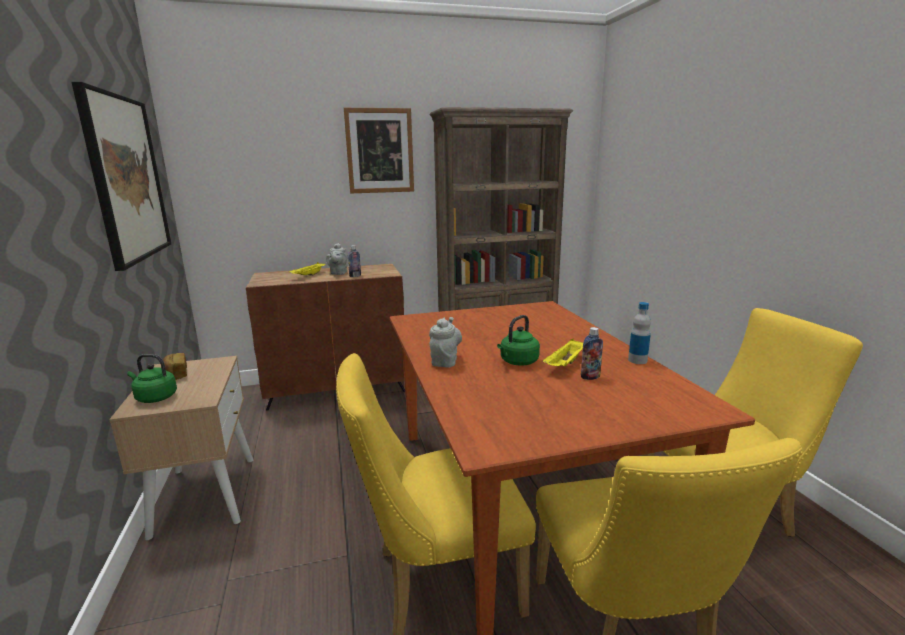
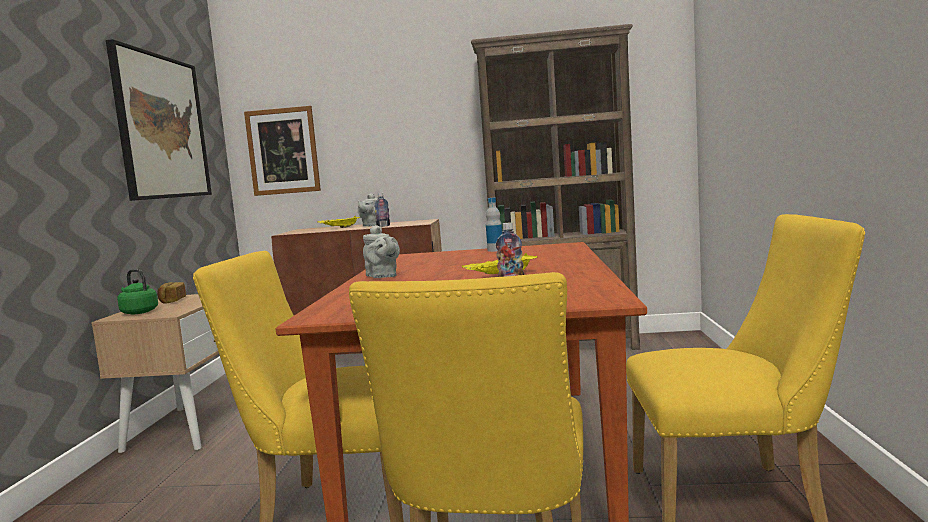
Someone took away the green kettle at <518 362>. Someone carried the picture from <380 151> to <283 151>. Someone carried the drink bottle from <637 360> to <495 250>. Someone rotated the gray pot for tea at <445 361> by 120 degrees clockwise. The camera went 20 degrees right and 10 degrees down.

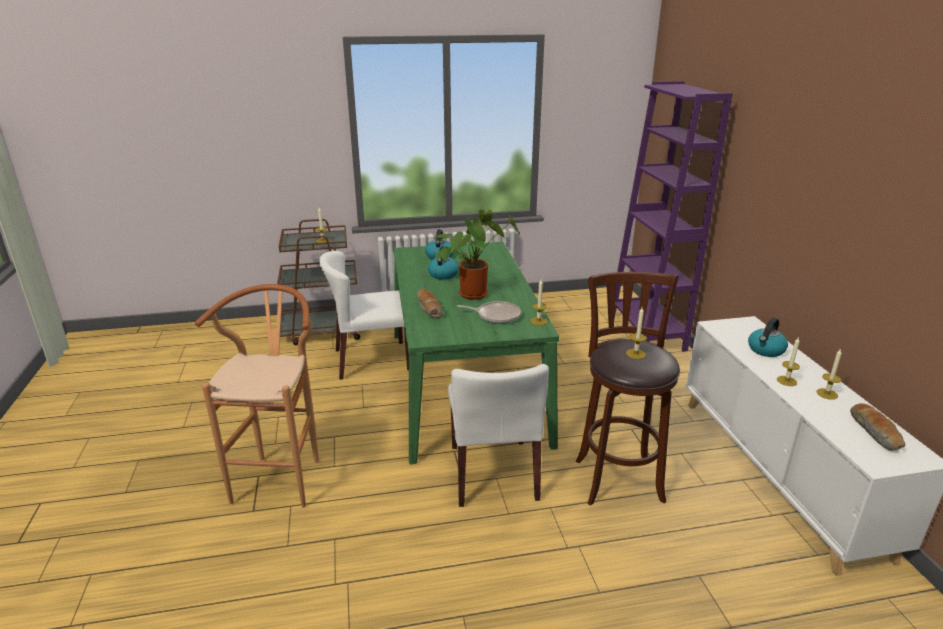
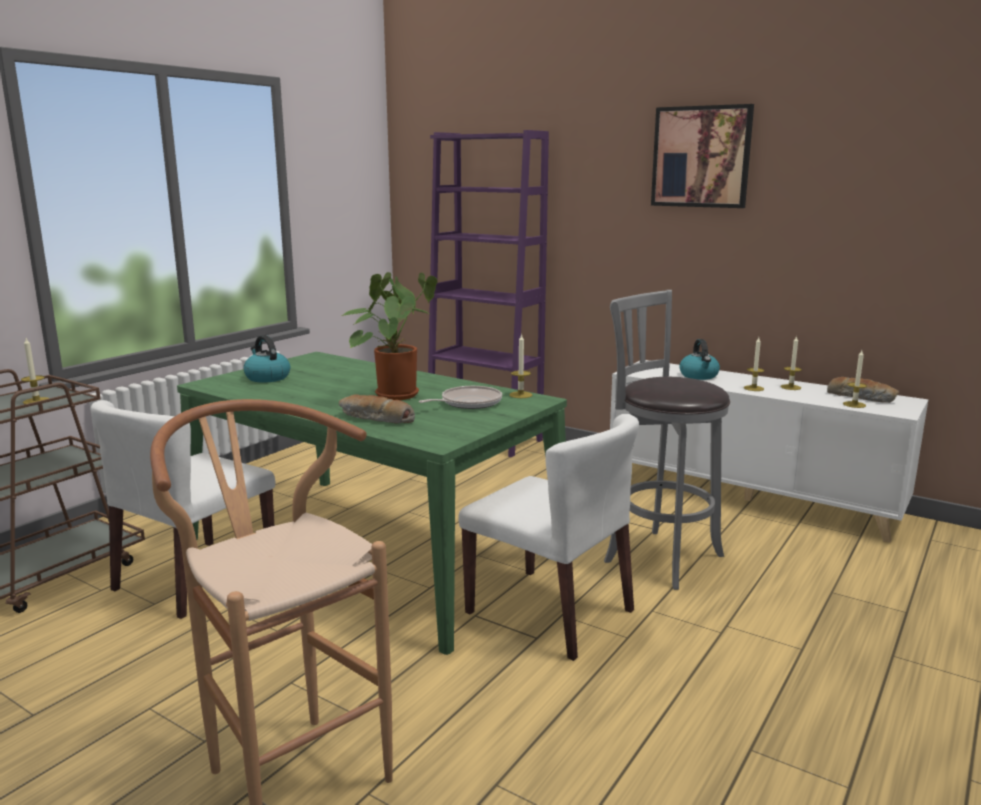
Someone took away the kettle at <443 274>. Someone put up the picture at <701 157>. Someone carried the wax light from <635 354> to <854 404>. Someone repainted the brown stool at <617 476>, which became the gray stool at <658 556>. The camera went 45 degrees left and 10 degrees down.

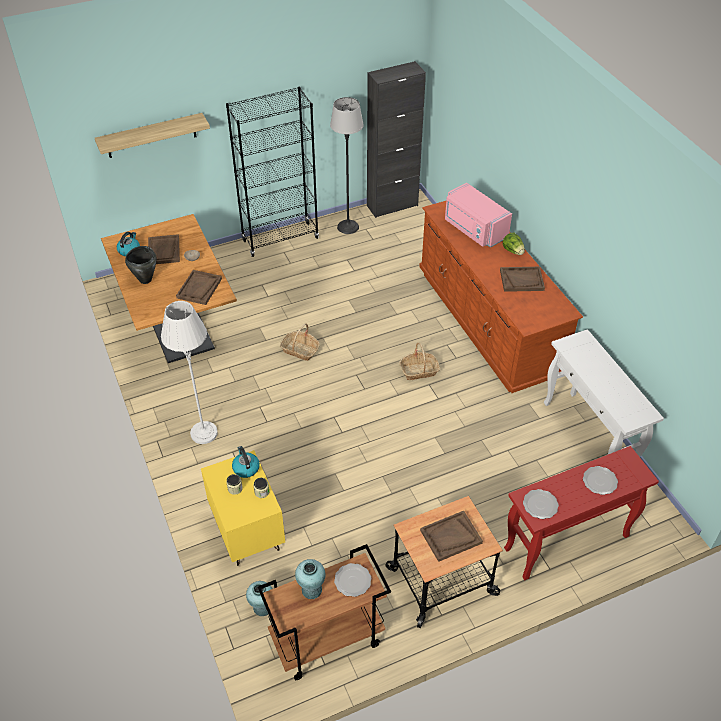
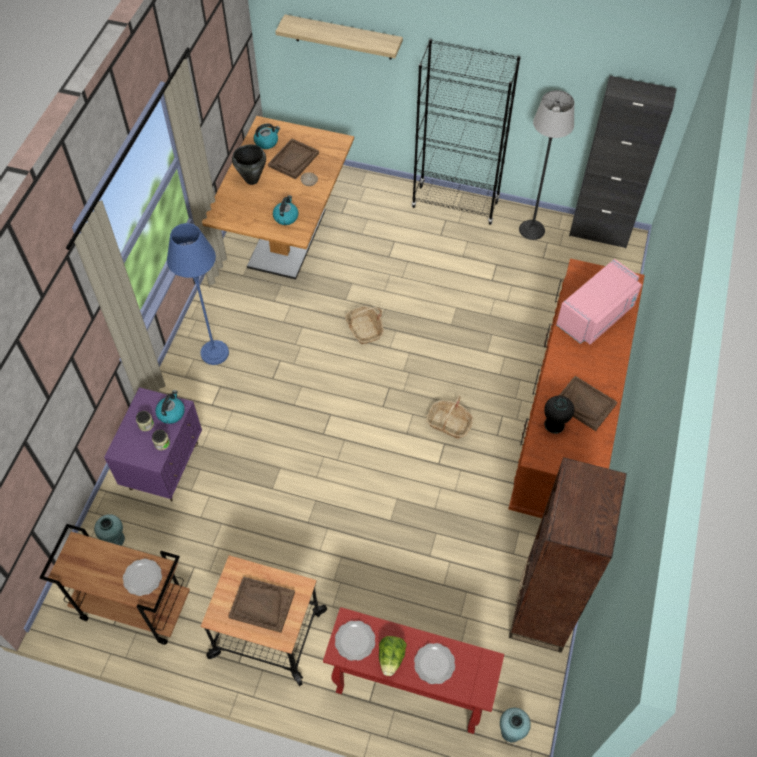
Someone put down the blackish vase at <554 424>. Someone carried the turquoise vase from <311 590> to <511 731>. Someone carried the head of lettuce from <513 251> to <391 658>. Someone swapped the brown carrying tray at <199 288> for the kettle at <286 217>. Someone swapped the whitish console table at <589 437> for the brown bookshelf at <541 609>. Someone repainted the gray standing lamp at <204 433>, which became the blue-coloured standing lamp at <214 353>. Someone repainted the yellow-coloured bedside table at <247 532>, which became the purple bedside table at <164 466>. Someone rotated the pinkish kitchen microwave at <474 229> by 135 degrees counterclockwise. The camera went 40 degrees right and 10 degrees up.

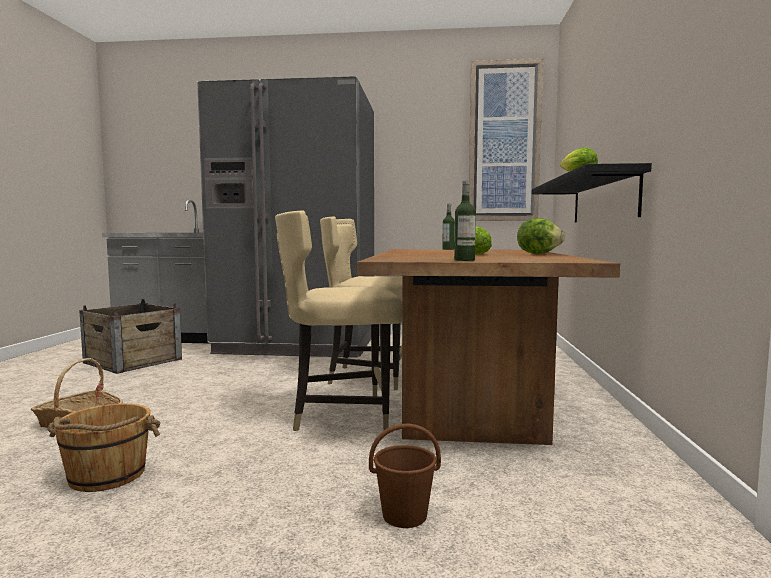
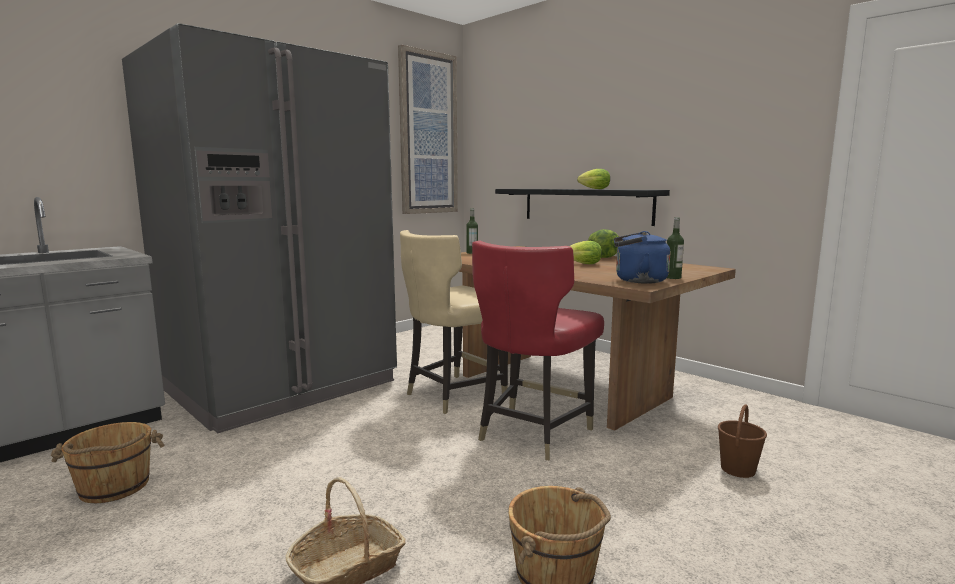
Someone put down the blue-coloured kettle at <637 281>. Someone swapped the crate at <132 361> for the brown water bucket at <114 487>. Someone repainted the sand-coloured plain chair at <340 414>, which became the reddish plain chair at <532 432>. The camera went 50 degrees left and 5 degrees up.

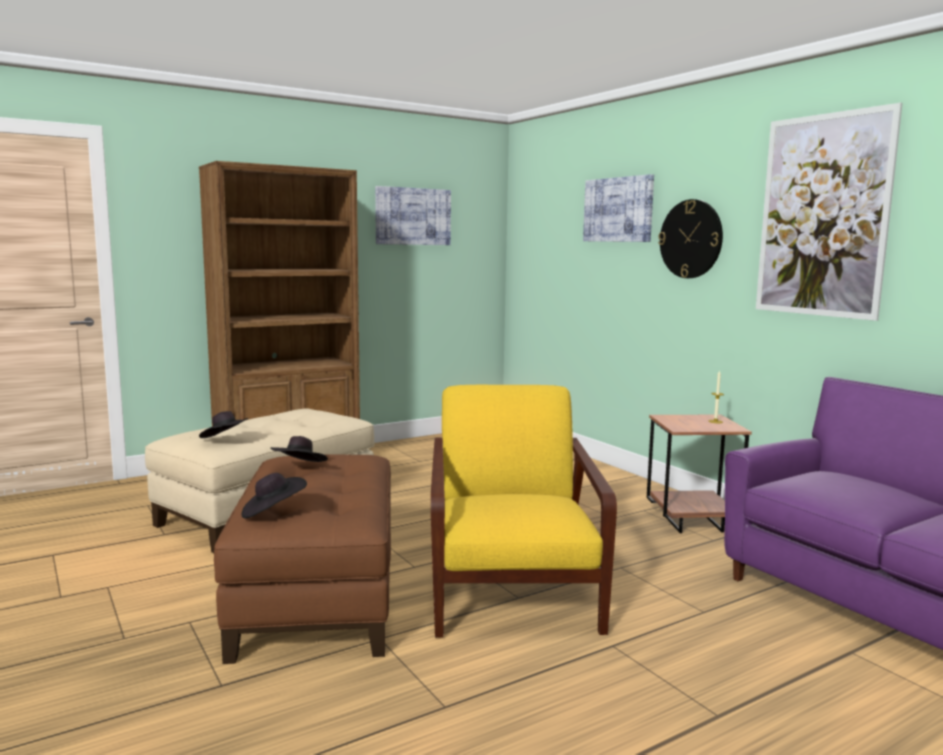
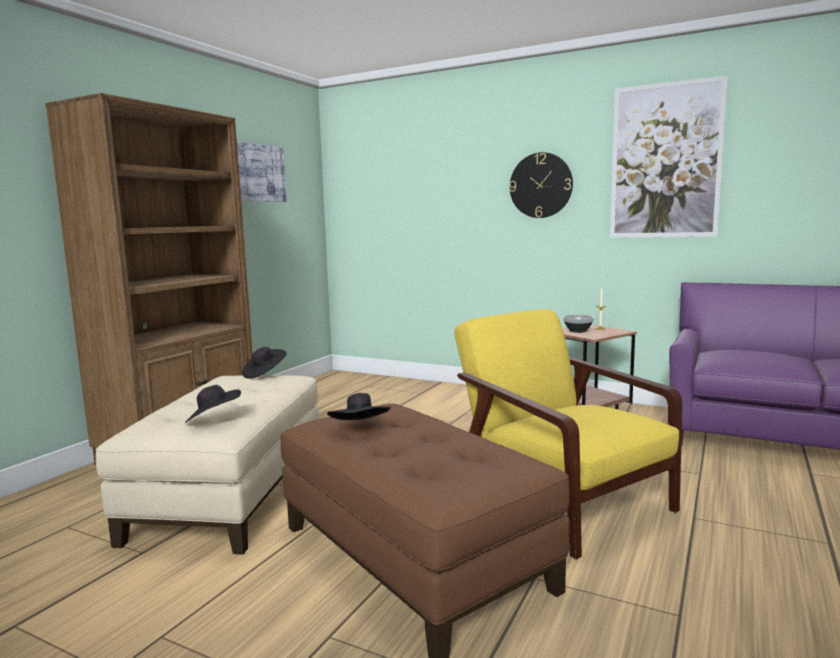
Someone took away the picture at <618 209>. Someone put down the serving bowl at <578 331>. Someone carried the blackish wearable hat from <273 512> to <264 374>. The camera went 30 degrees left and 0 degrees up.

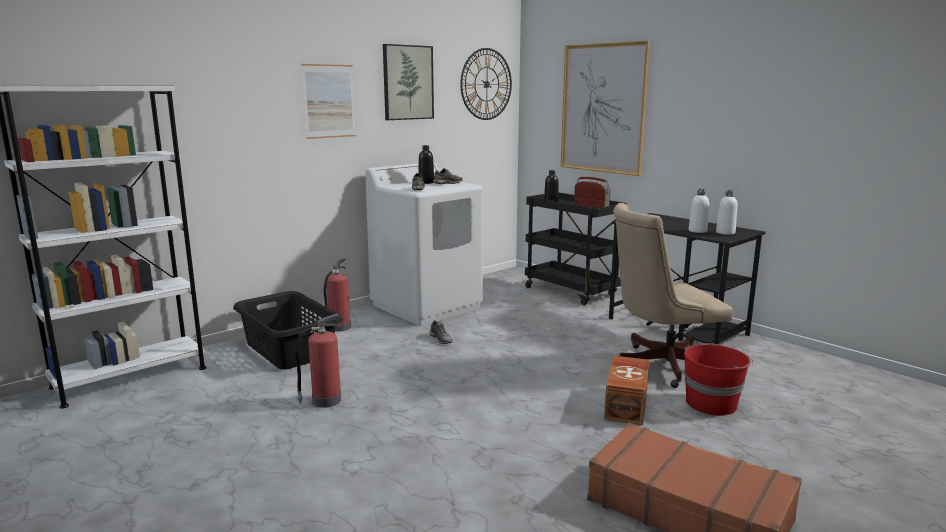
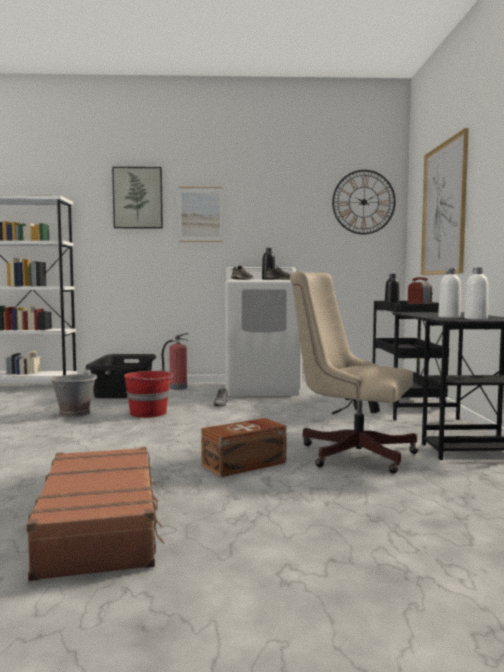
Someone carried the picture from <407 82> to <138 198>. Someone carried the reddish water bucket from <712 403> to <149 413>. Someone swapped the extinguisher at <325 401> for the gray water bucket at <75 413>. The camera went 40 degrees right and 10 degrees down.

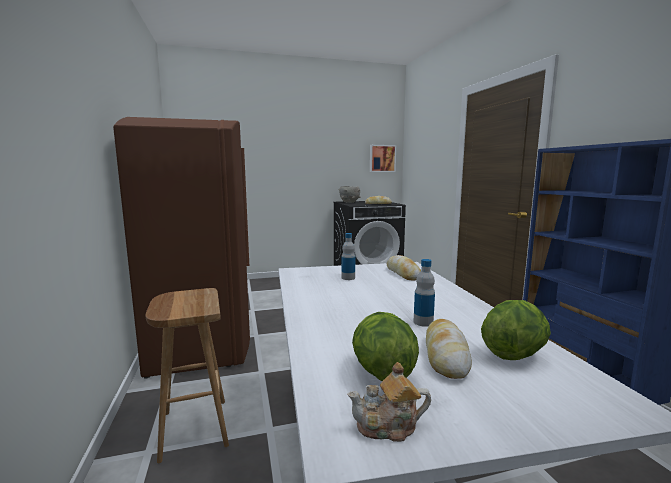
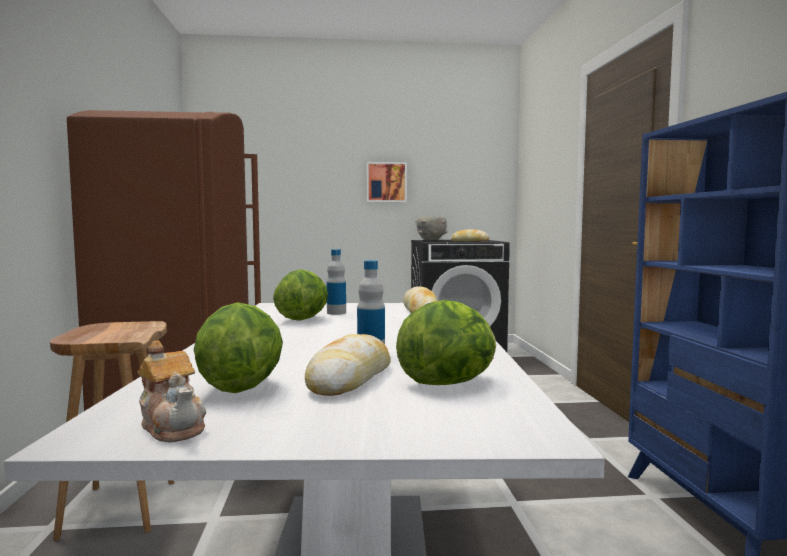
Someone put down the head of lettuce at <302 319>. Someone carried the picture from <382 158> to <386 182>. Someone rotated the pot for tea at <388 427> by 135 degrees counterclockwise. The camera went 10 degrees right and 5 degrees down.

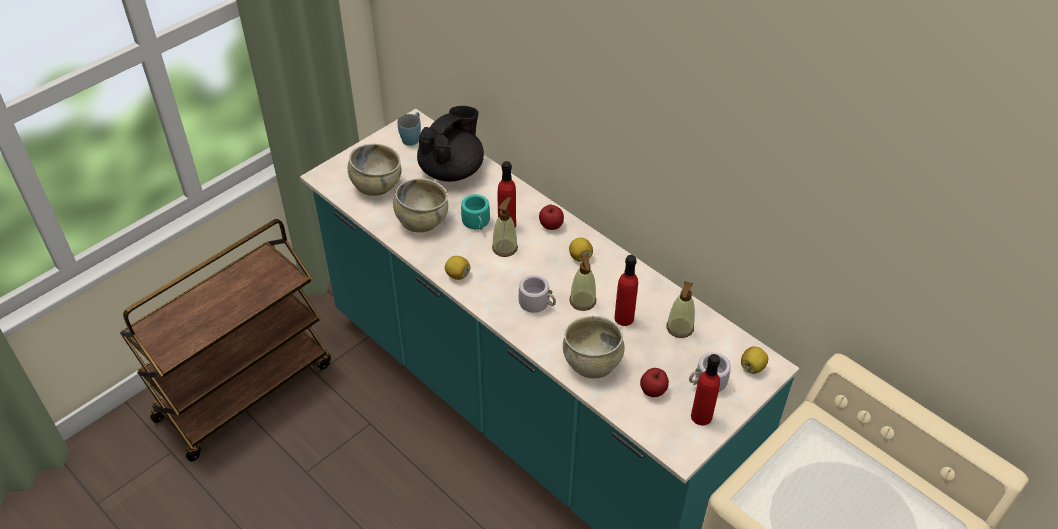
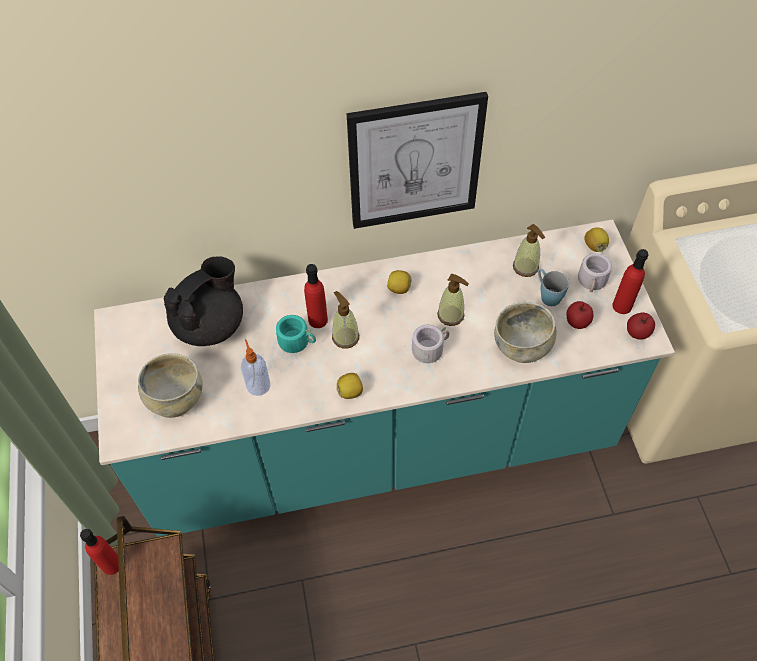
Someone put up the picture at <415 162>. Someone carried the blue-coloured mug from <412 137> to <547 295>. Someone carried the apple from <551 225> to <637 332>. Someone carried the reddish drink bottle from <624 318> to <111 564>. Someone swapped the sand-coloured serving bowl at <422 221> for the soap bottle at <258 385>. Someone rotated the blackish pot for tea at <452 170> by 60 degrees clockwise. The camera went 55 degrees left and 10 degrees up.

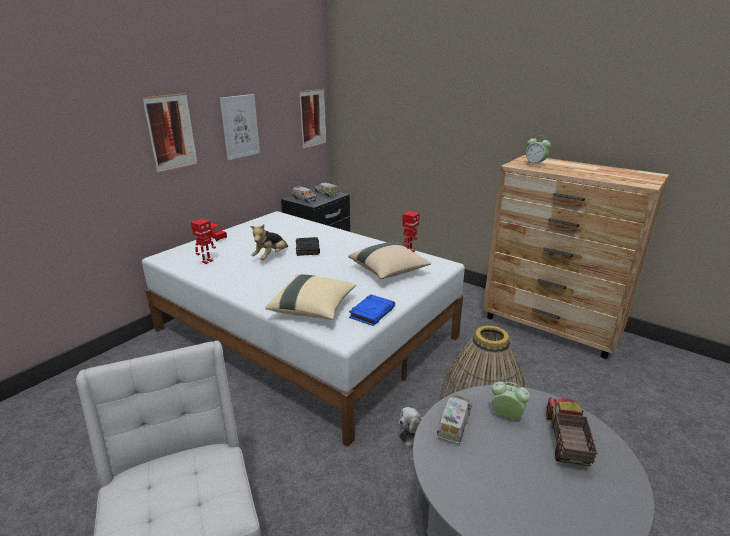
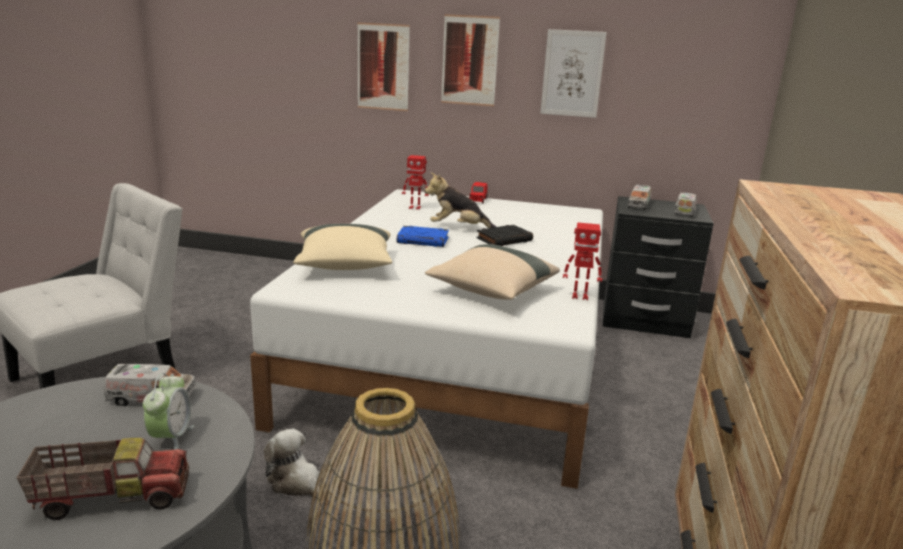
Someone took away the bedside clock at <535 164>. Someone carried the picture from <313 118> to <383 67>. Someone carried the blue-coloured book from <372 312> to <423 240>. The camera went 65 degrees right and 5 degrees down.

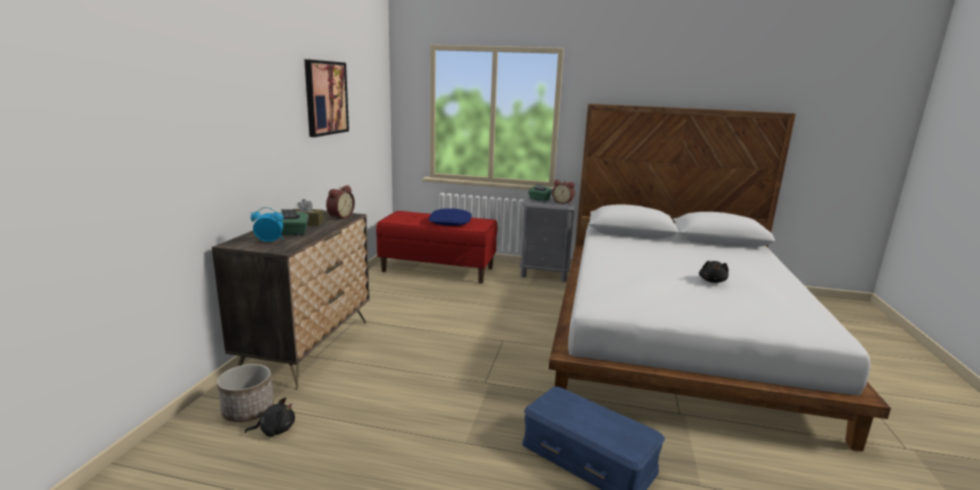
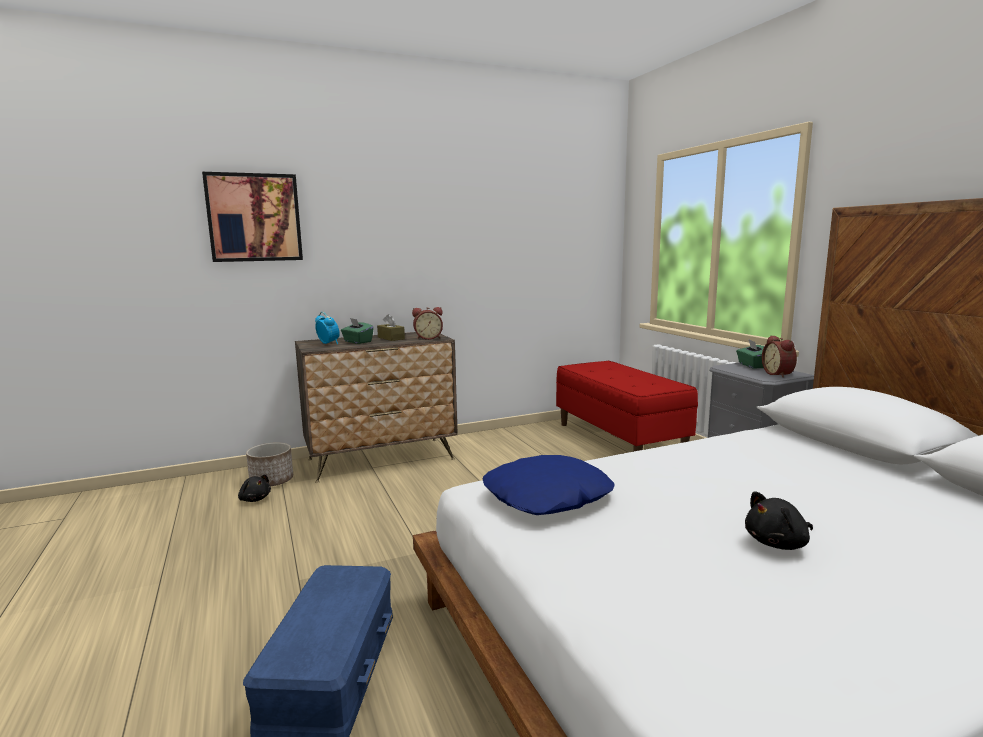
Someone carried the picture from <326 98> to <254 218>. Someone carried the blue-coloured pillow from <450 222> to <547 497>. The camera went 55 degrees right and 5 degrees down.

